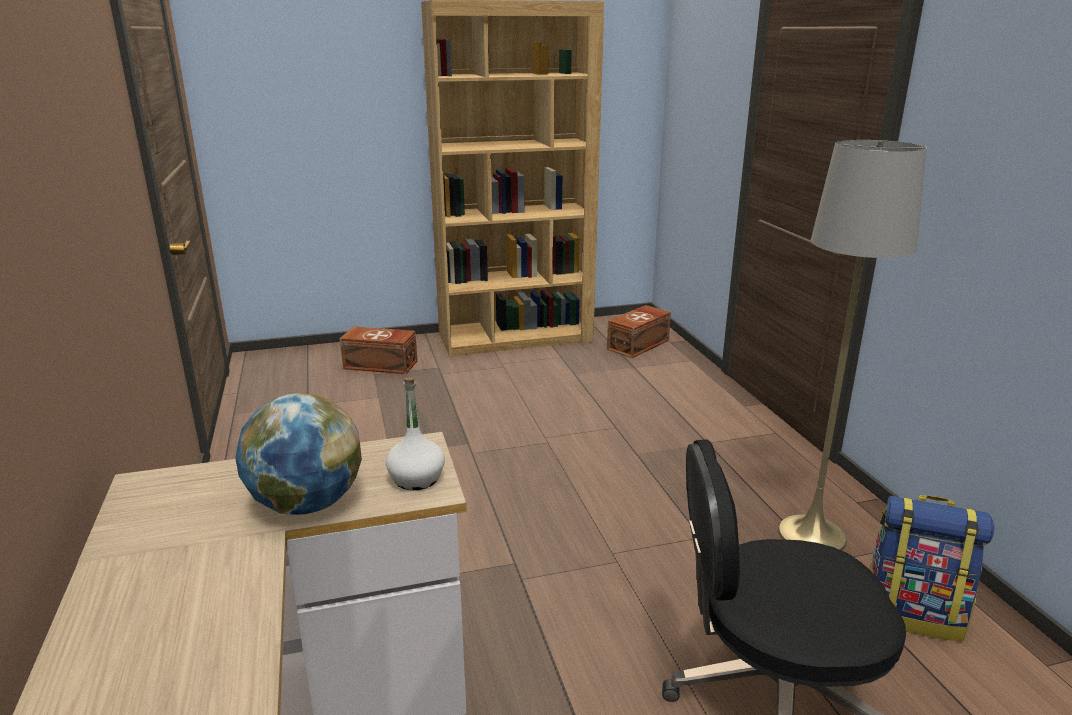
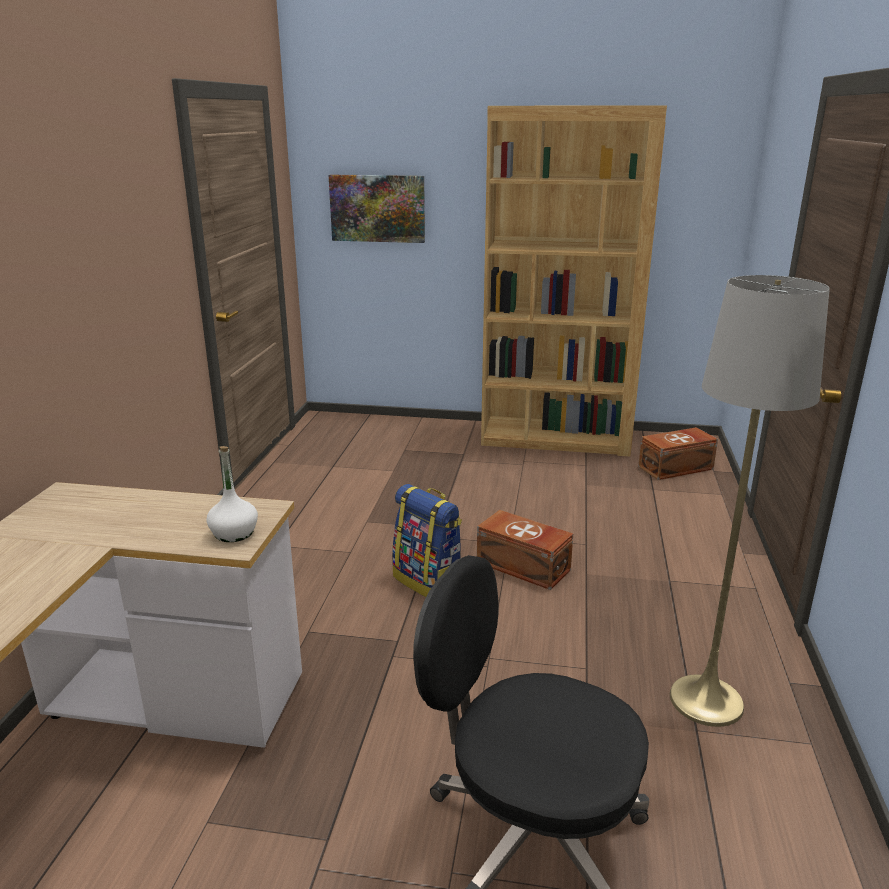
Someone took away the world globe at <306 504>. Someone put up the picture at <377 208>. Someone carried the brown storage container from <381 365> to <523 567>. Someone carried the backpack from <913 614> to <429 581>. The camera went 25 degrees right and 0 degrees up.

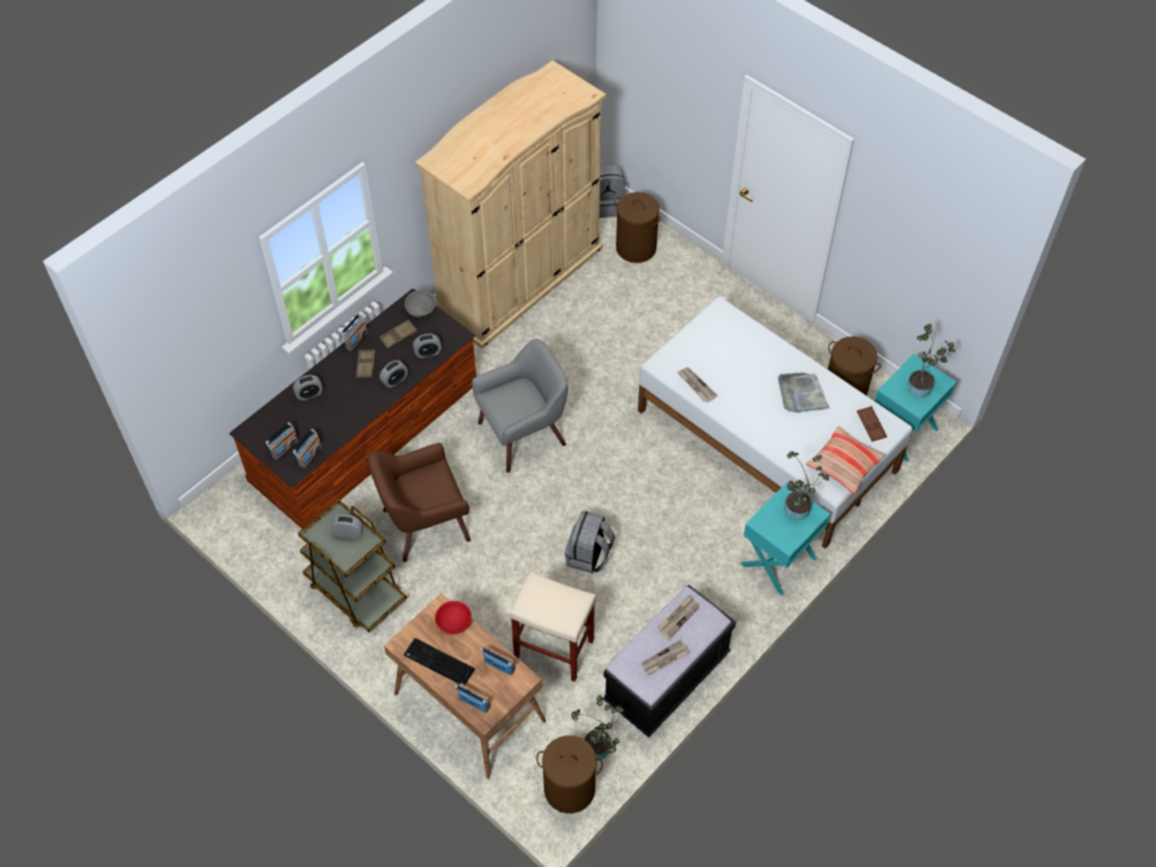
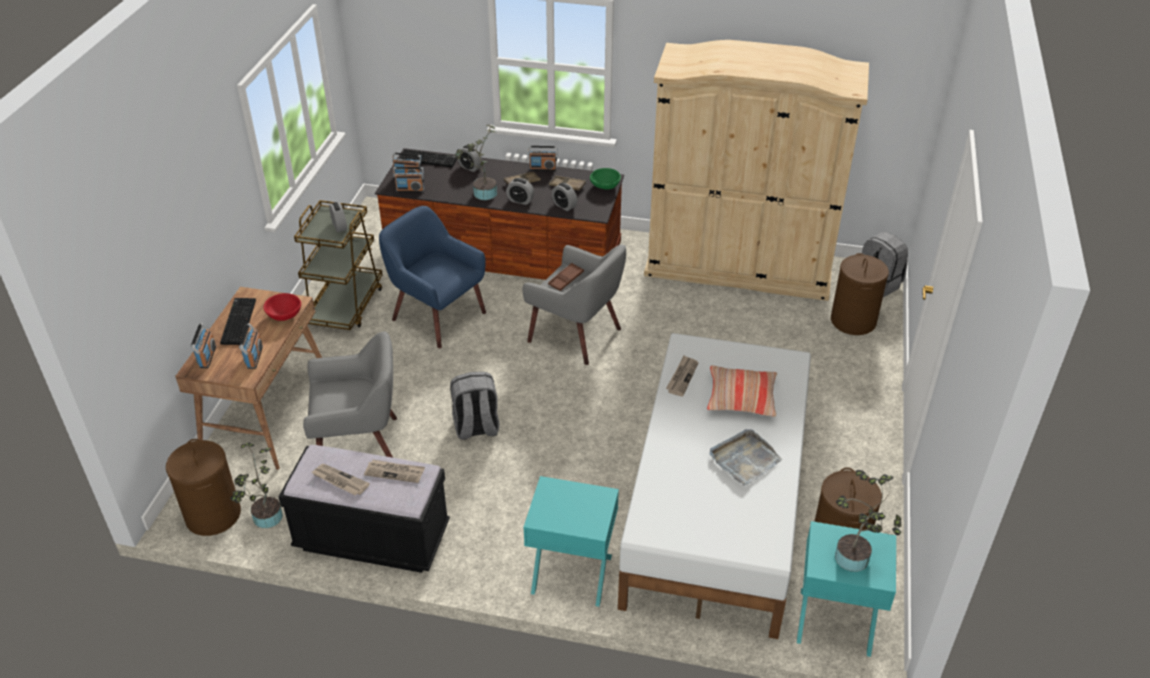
Someone put down the PC keyboard at <429 159>. Someone carried the plant in a pot from <796 511> to <482 194>. Someone carried the pillow from <844 464> to <741 398>. Someone carried the brown carrying tray from <871 425> to <566 279>. Someone swapped the sand-coloured stool at <555 649> for the gray armchair at <359 445>. Someone repainted the brown armchair at <424 524>, which became the blue-coloured armchair at <437 316>. Someone repainted the gray serving bowl at <420 310>, which became the green serving bowl at <604 186>. The camera went 60 degrees right and 15 degrees down.

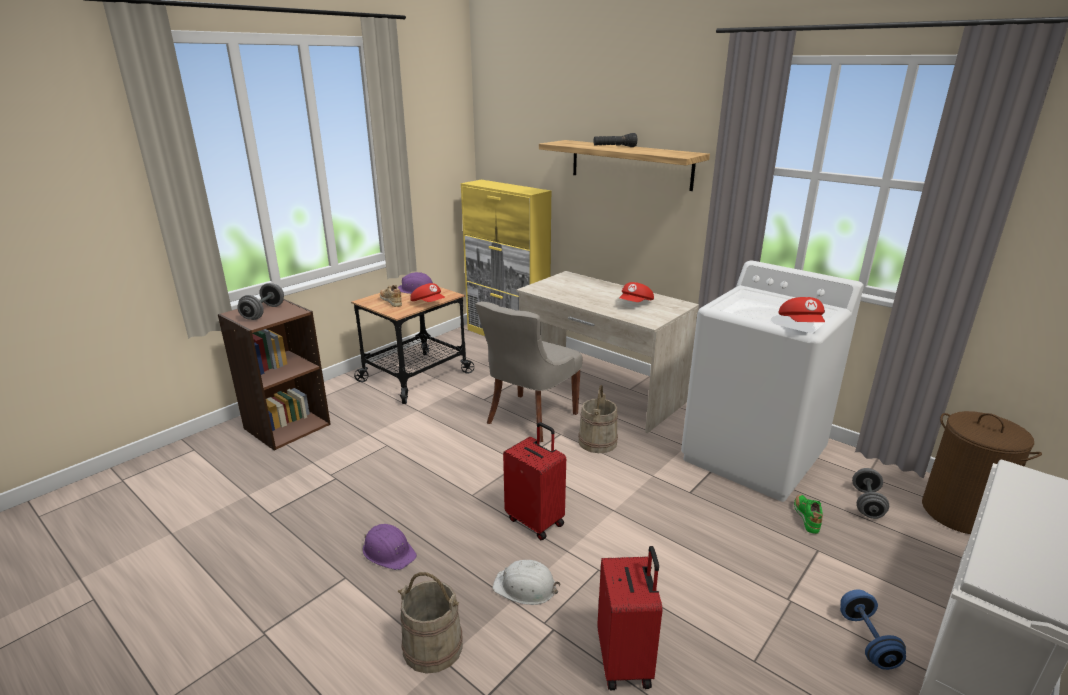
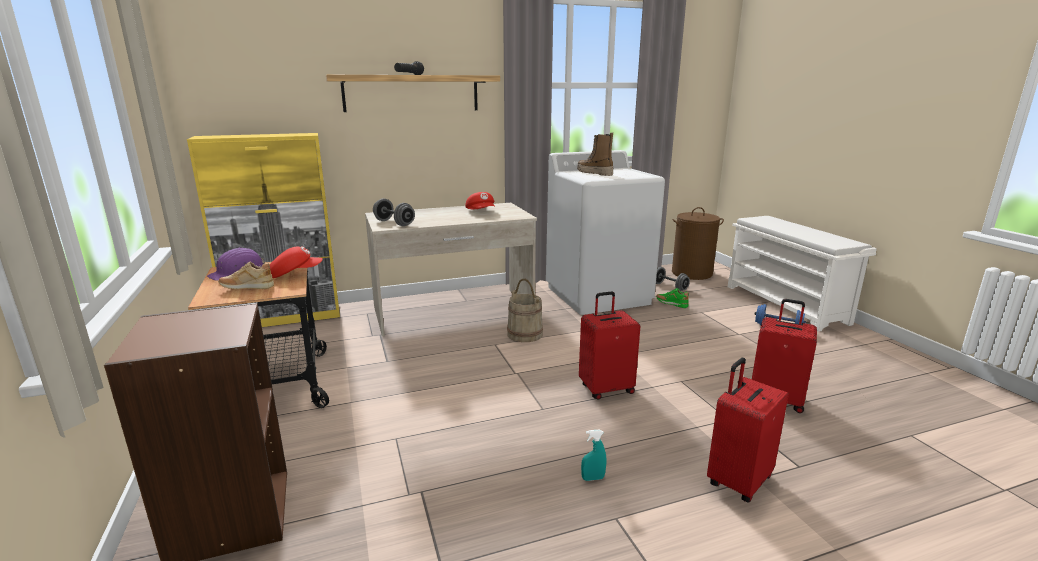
Someone took away the gray plain chair at <529 418>. Someone took away the whitish work helmet at <525 587>. Someone took away the reddish cap at <801 324>. Someone put down the tall boot at <594 173>. Someone carried the gray dumbbell from <263 312> to <394 223>. Someone swapped the purple work helmet at <389 551> for the turquoise spray bottle at <593 478>. Someone swapped the sand-coloured water bucket at <433 646> for the reddish travel case at <737 481>. The camera went 60 degrees left and 5 degrees down.

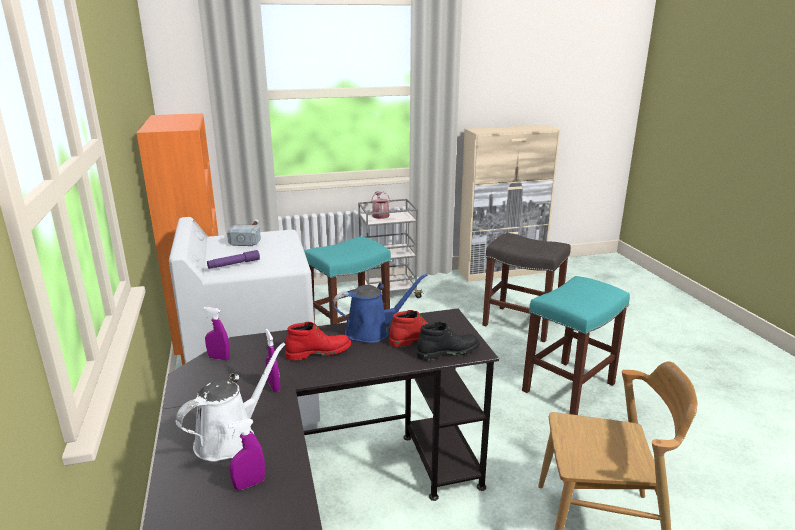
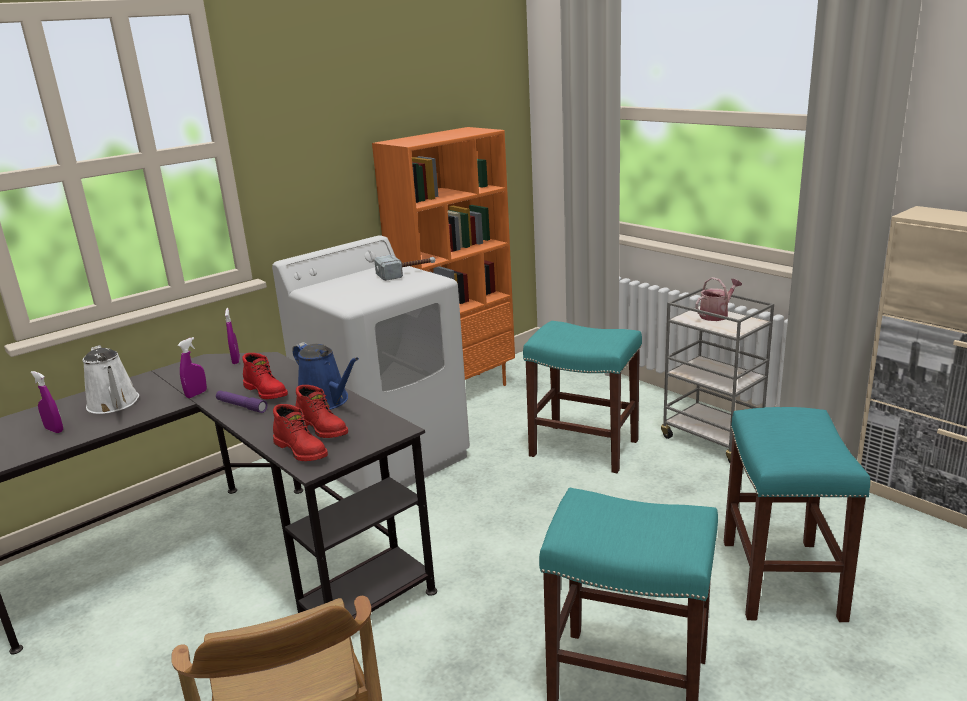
Someone carried the purple hand torch from <234 264> to <241 406>. Someone repainted the blackish tall boot at <447 352>, which became the reddish tall boot at <302 450>. Someone repainted the gray stool at <522 323>, which became the turquoise stool at <783 580>. Someone rotated the whitish watering pot at <230 438> by 45 degrees clockwise. The camera went 65 degrees right and 0 degrees up.

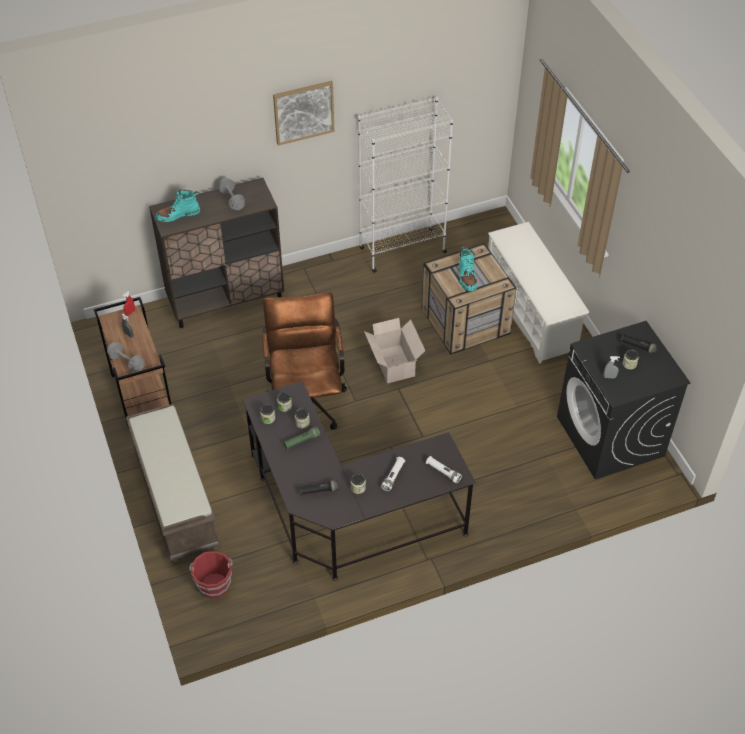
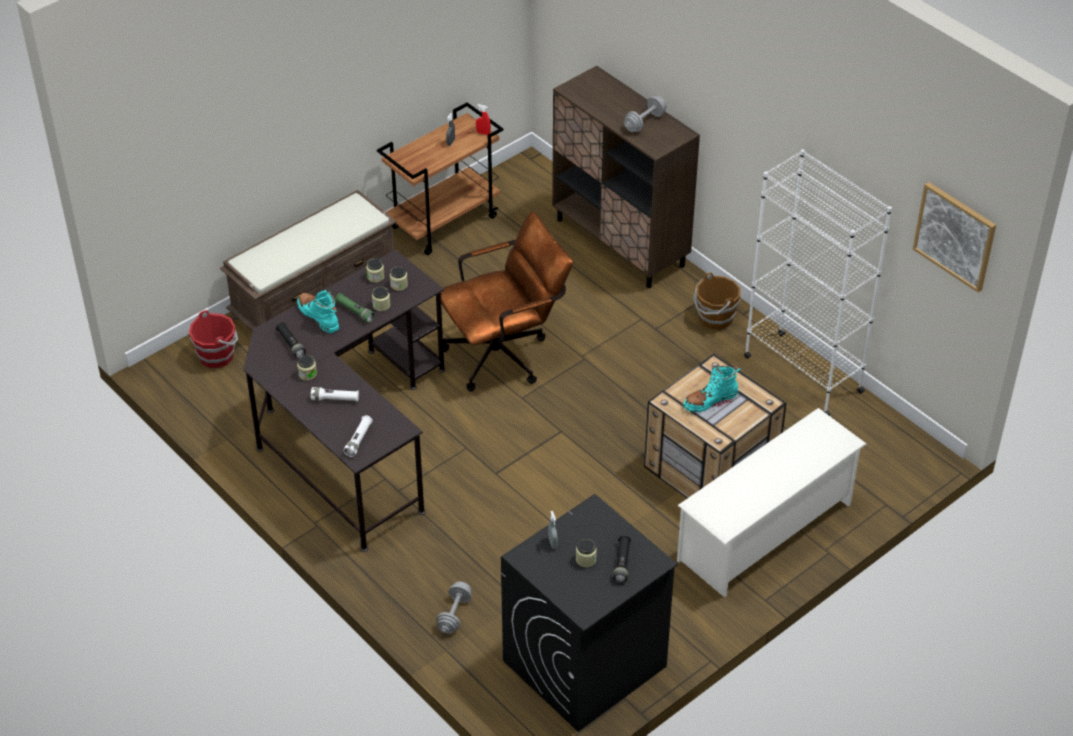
Someone took away the packing box at <394 365>. Someone put down the brown water bucket at <714 318>. Someone carried the gray dumbbell from <127 362> to <454 614>. Someone carried the turquoise tall boot from <178 215> to <319 316>. Someone carried the picture from <303 112> to <955 236>. The camera went 70 degrees right and 5 degrees down.

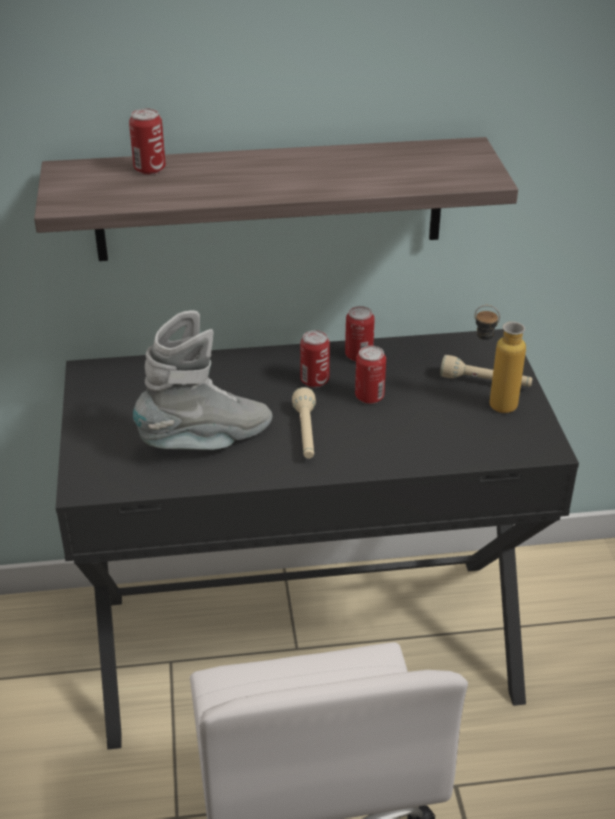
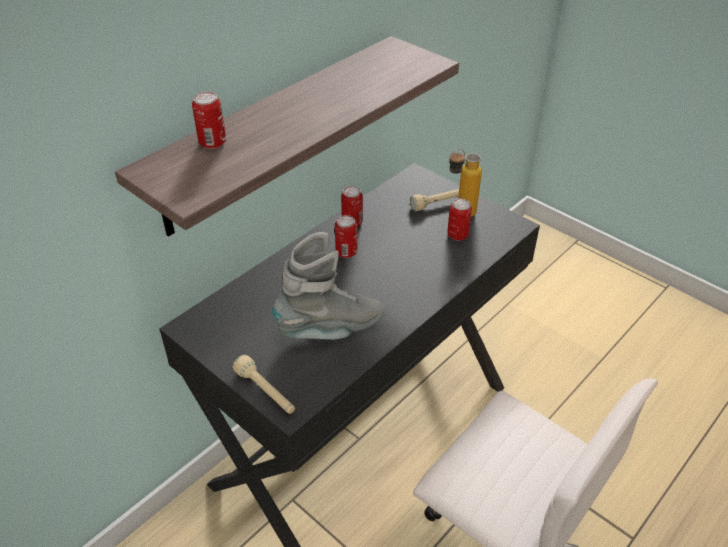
Someone carried the sand-coloured hand torch from <306 434> to <266 392>. Someone carried the sealed can from <369 397> to <457 235>. Someone rotated the gray tall boot at <207 441> by 45 degrees clockwise. The camera went 40 degrees left and 5 degrees up.

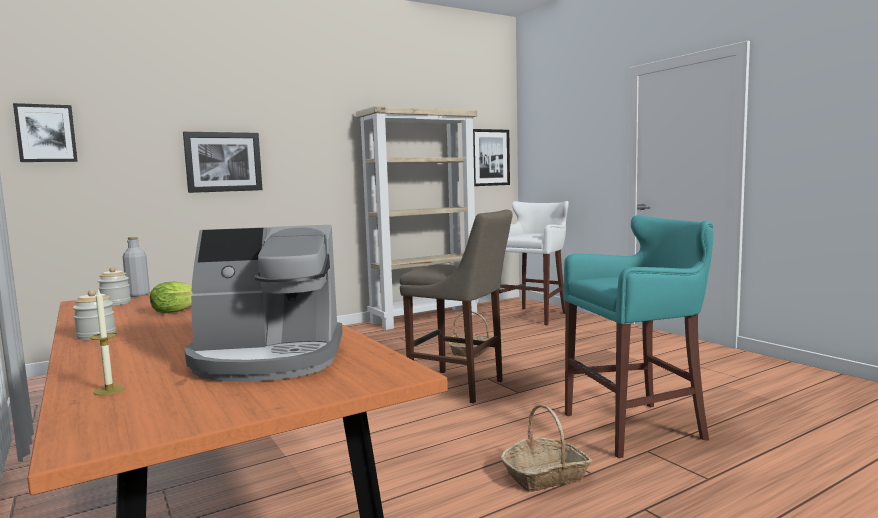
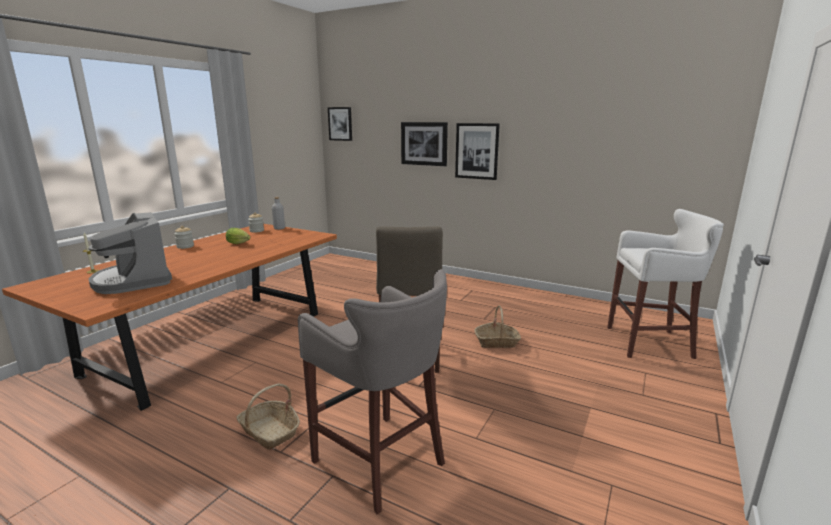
Someone took away the sand-coloured bookshelf at <425 318>. Someone carried the picture from <490 157> to <477 151>. Someone repainted the turquoise stool at <637 427>, which became the gray stool at <382 462>. The camera went 60 degrees right and 10 degrees up.

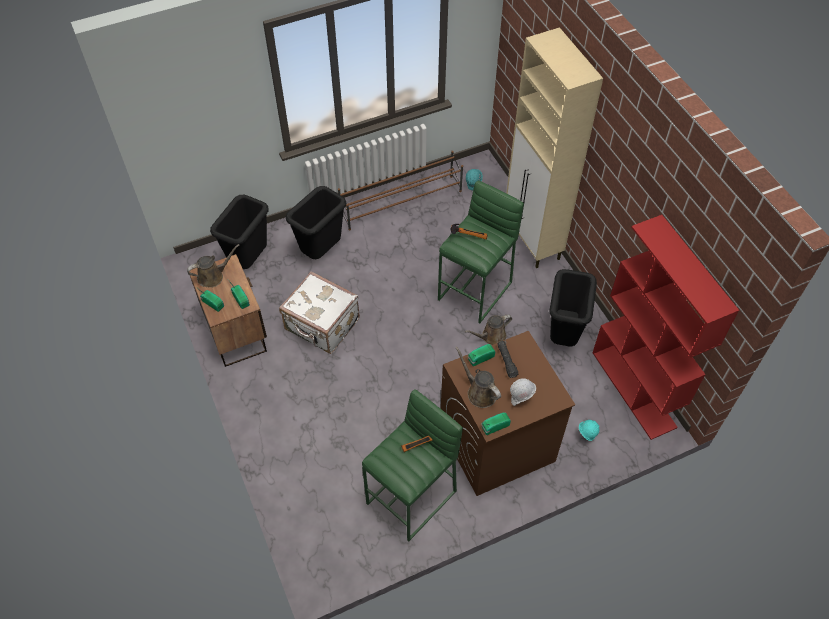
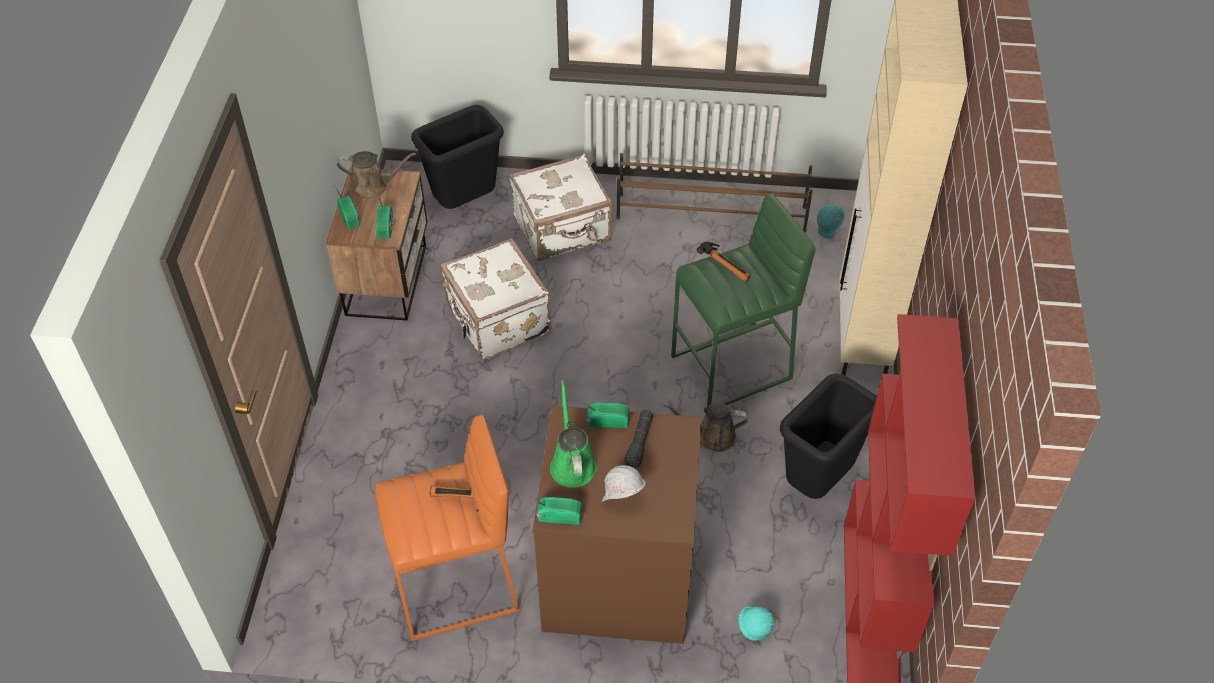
Someone swapped the blackish rubbish bin at <322 251> for the whitish travel case at <563 230>. Someone repainted the green stool at <412 497>, which became the orange-coloured stool at <457 588>. Someone repainted the brown watering pot at <479 392>, which became the green watering pot at <572 463>. The camera went 30 degrees right and 5 degrees down.

